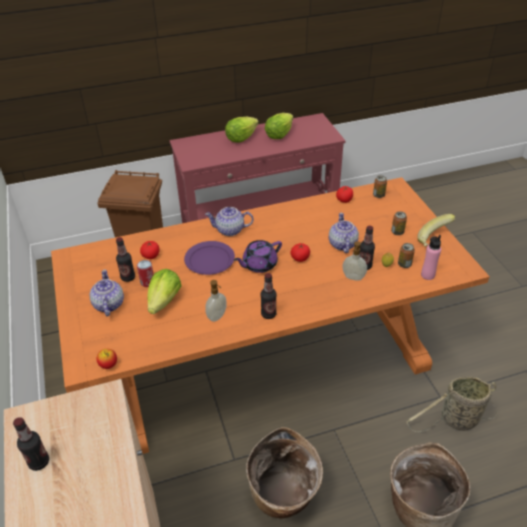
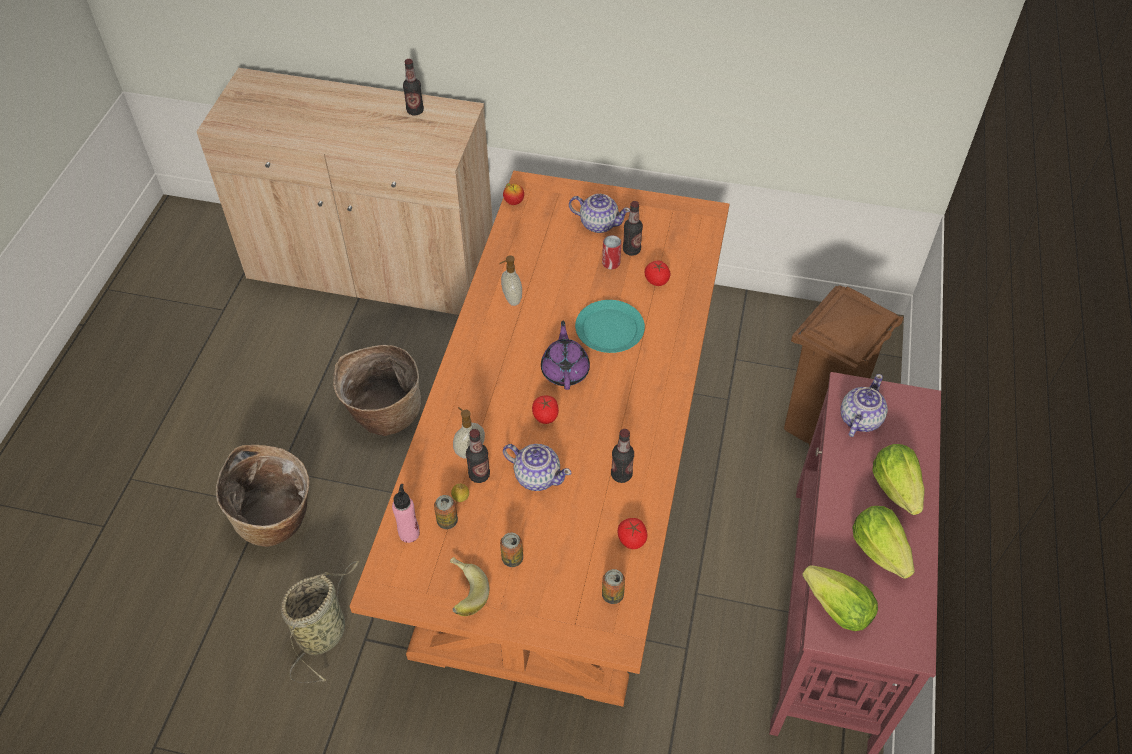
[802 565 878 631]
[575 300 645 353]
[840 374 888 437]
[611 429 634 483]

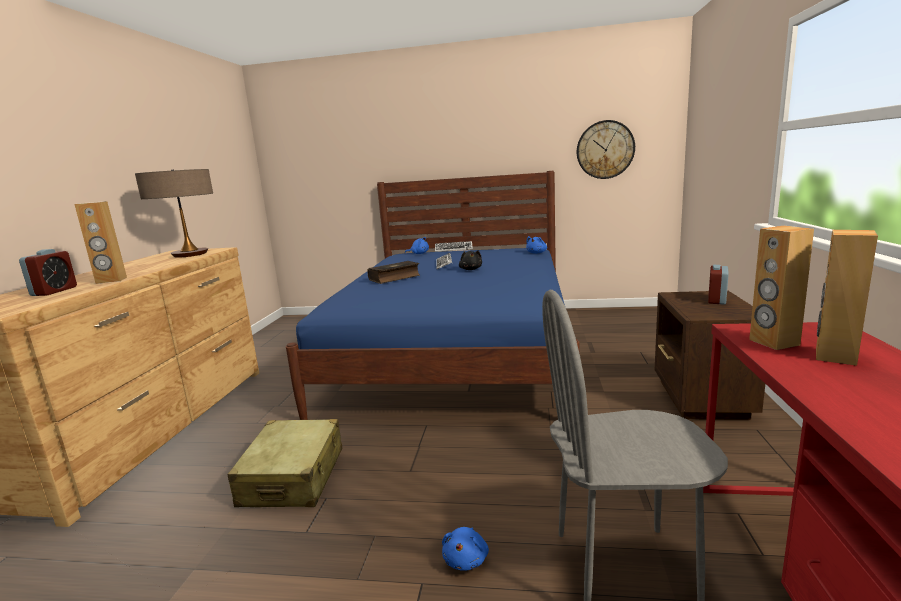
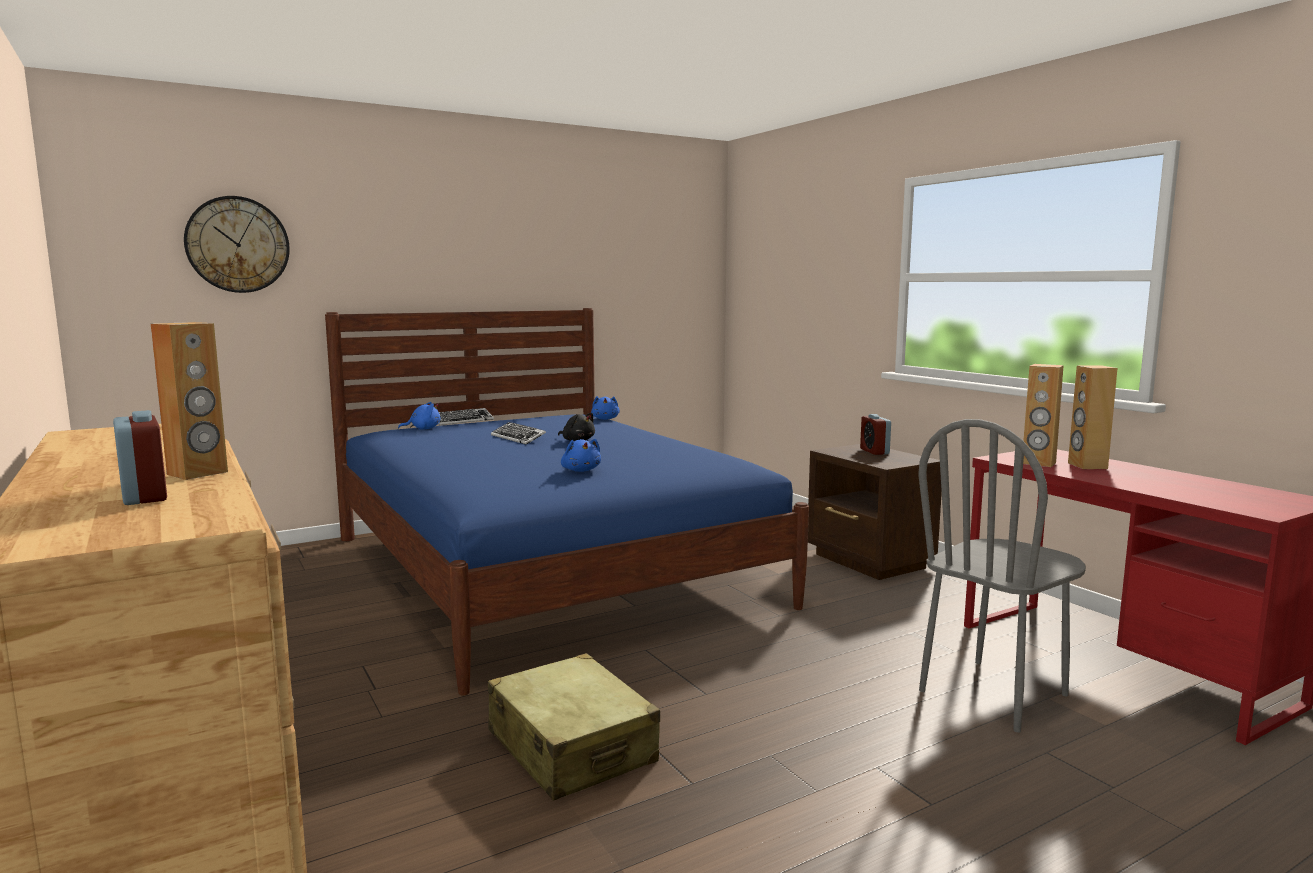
[135 169 213 258] (first image)
[367 261 420 284] (first image)
[561 439 601 472]
[184 196 290 293]

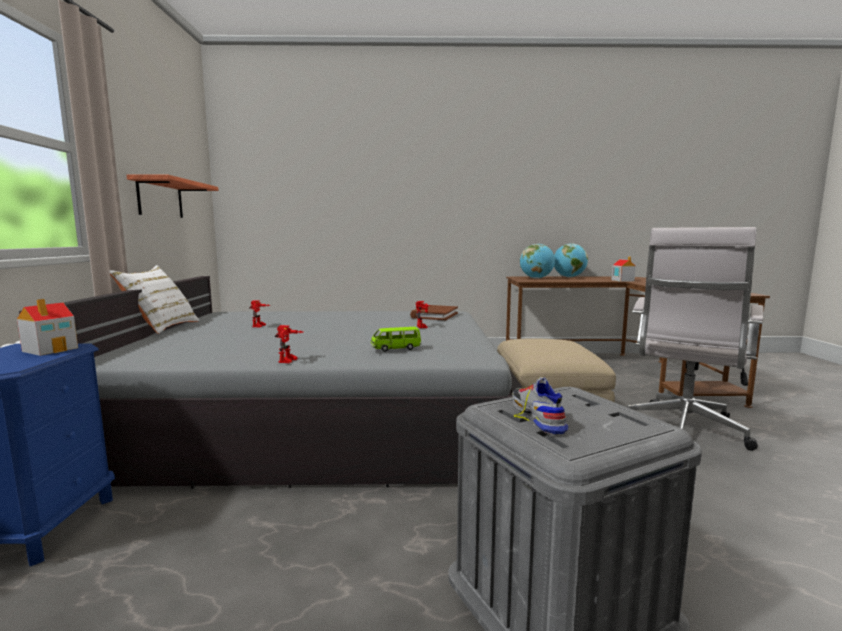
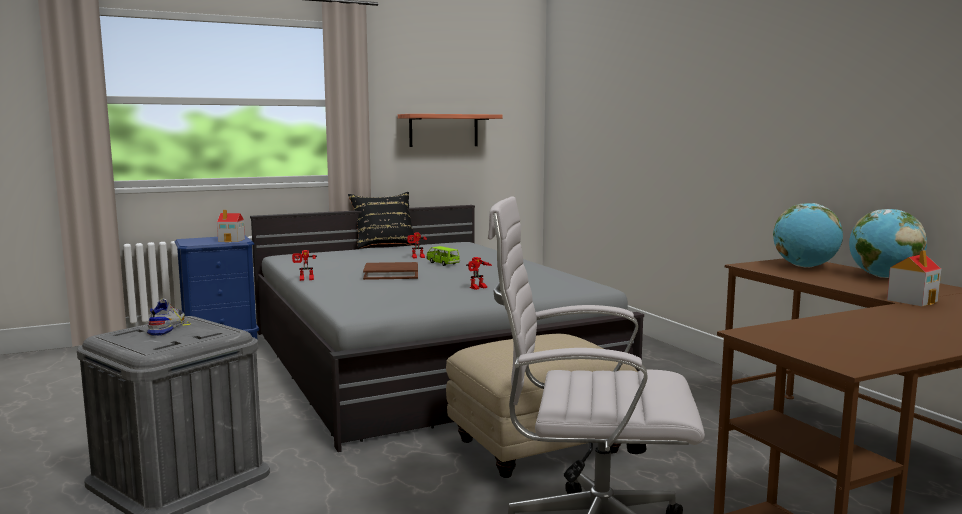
[348 192 418 248]
[426 246 460 266]
[363 262 418 280]
[147 298 191 336]

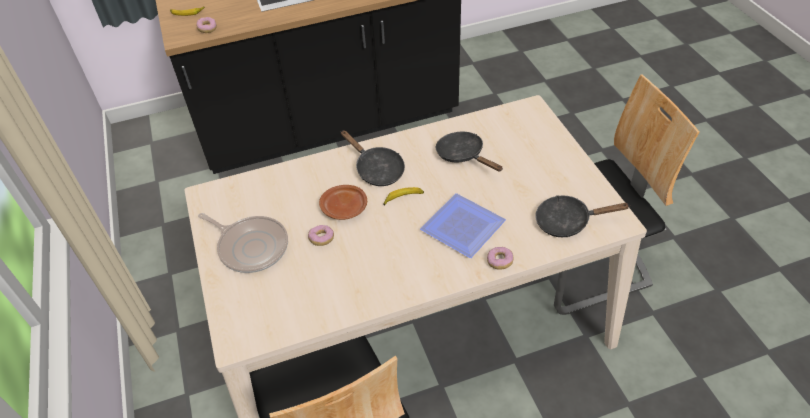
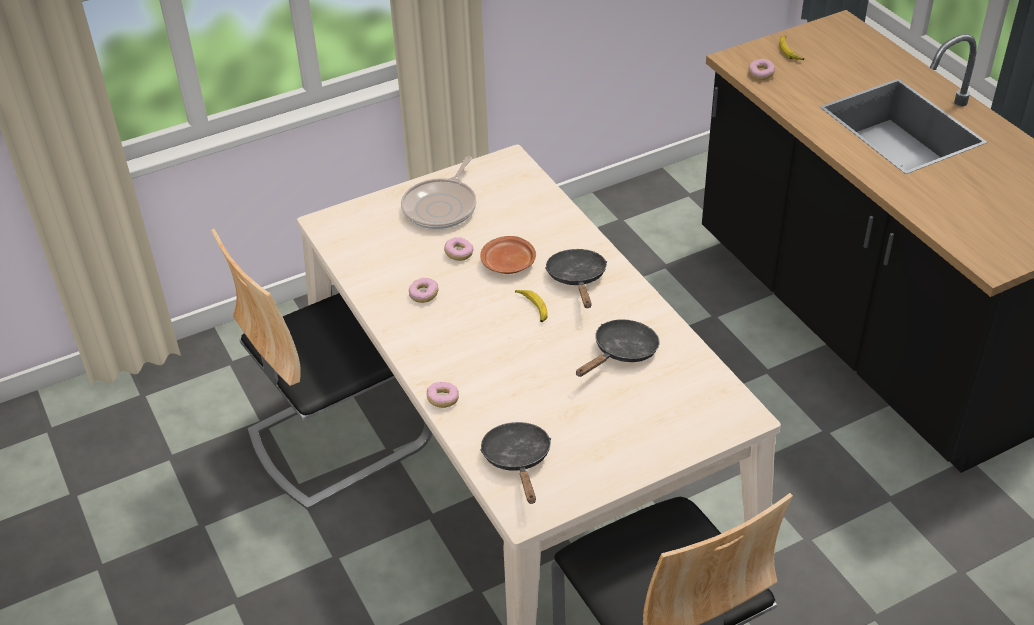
[545 249 607 308]
[420 193 506 258] (first image)
[409 278 438 303]

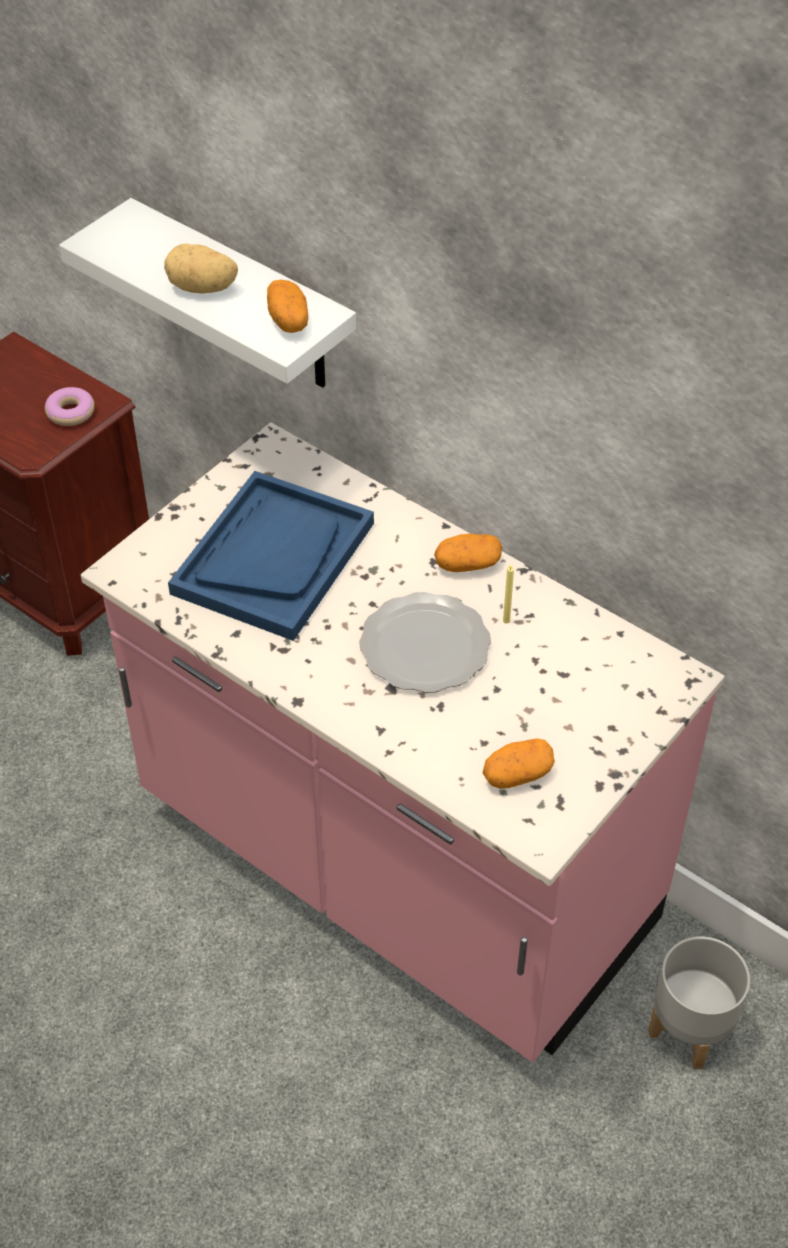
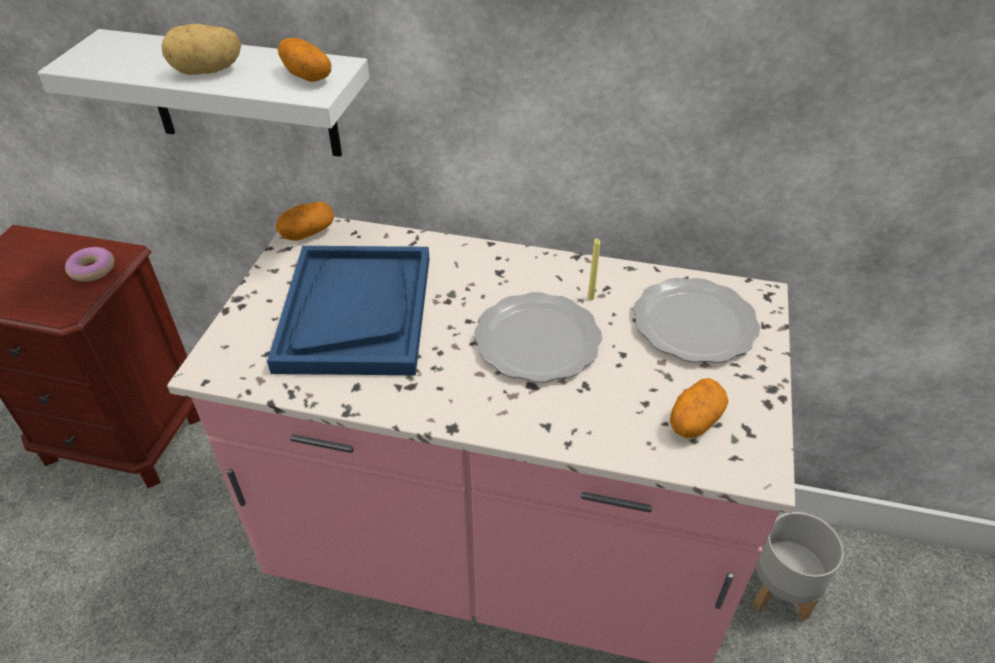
[276 202 334 241]
[633 278 760 363]

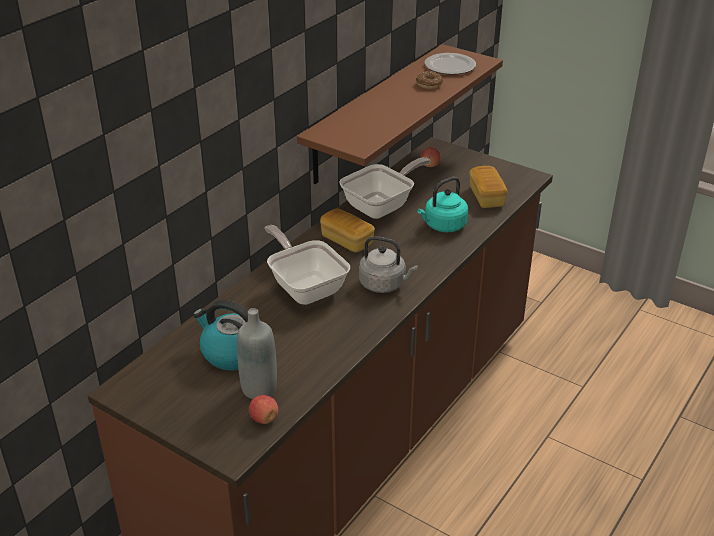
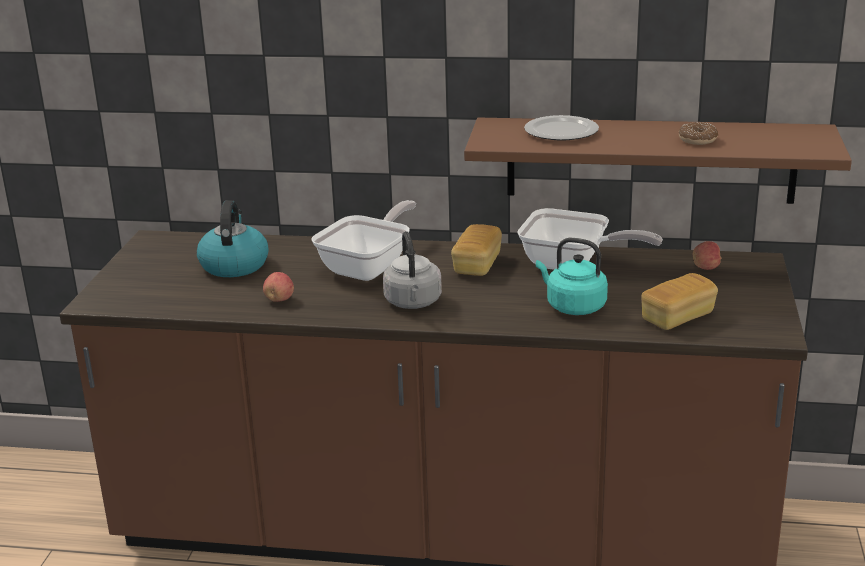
[237 308 277 399] (first image)
[263 272 294 302]
[524 115 599 141]

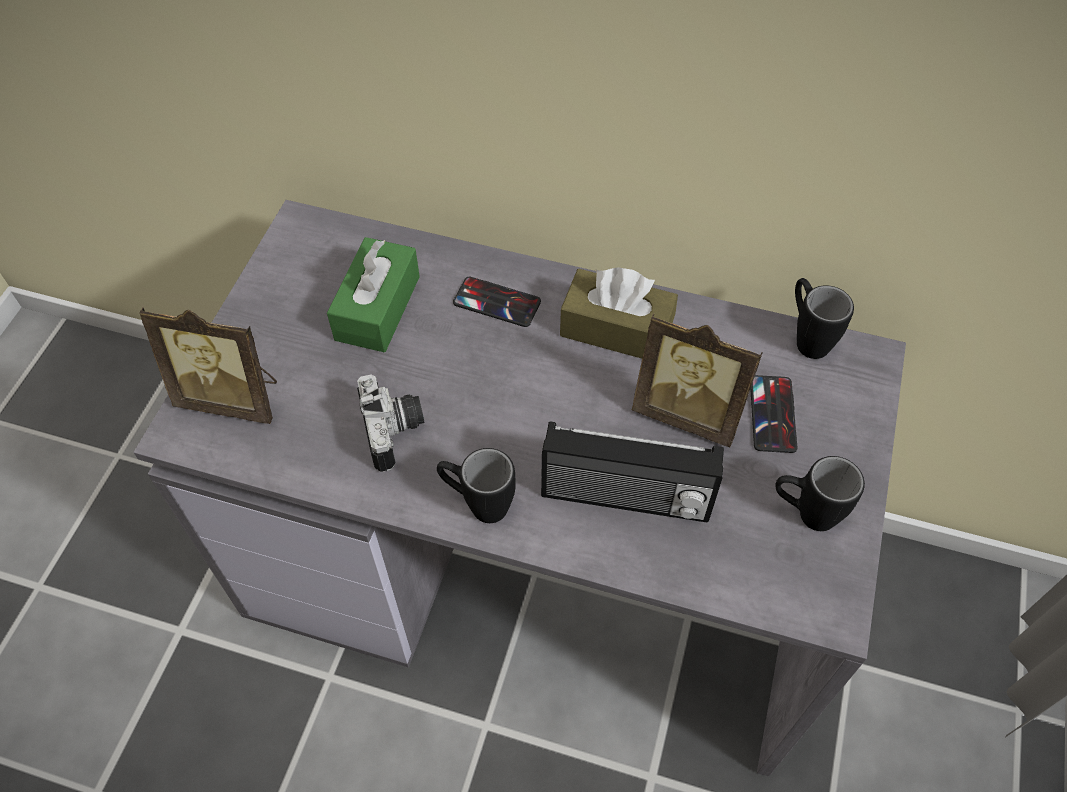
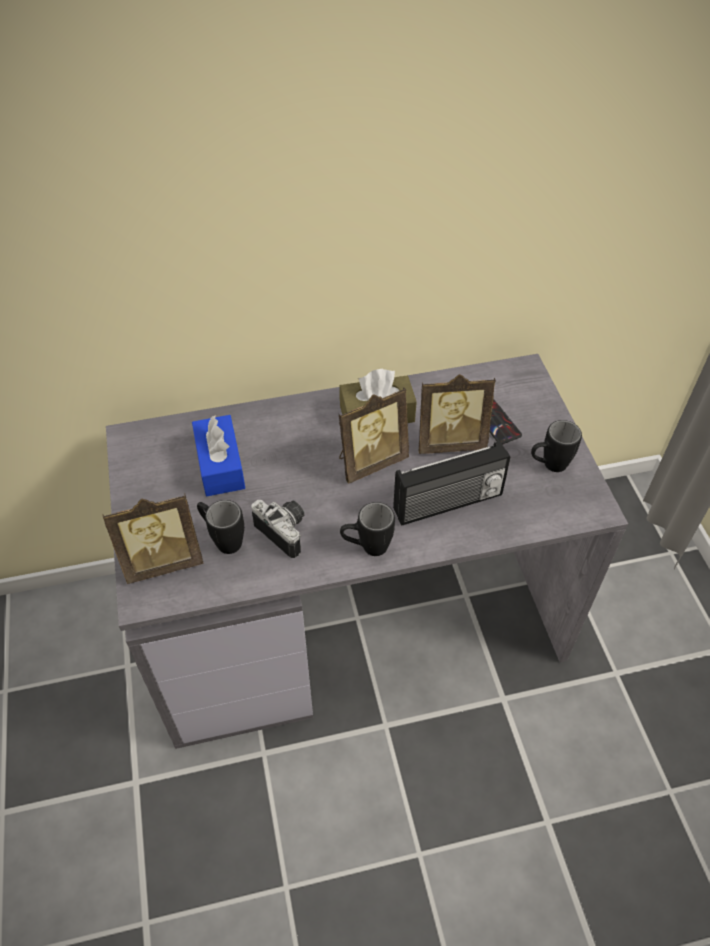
[192 415 245 496]
[453 277 541 327] (first image)
[197 500 244 554]
[339 387 409 484]

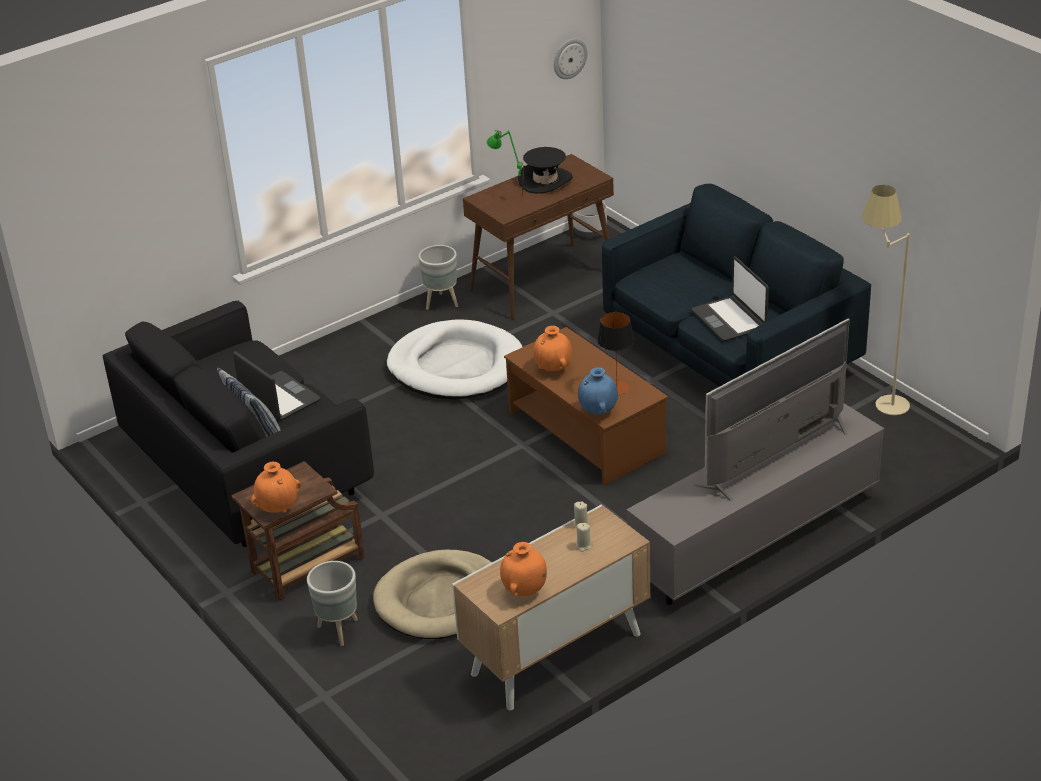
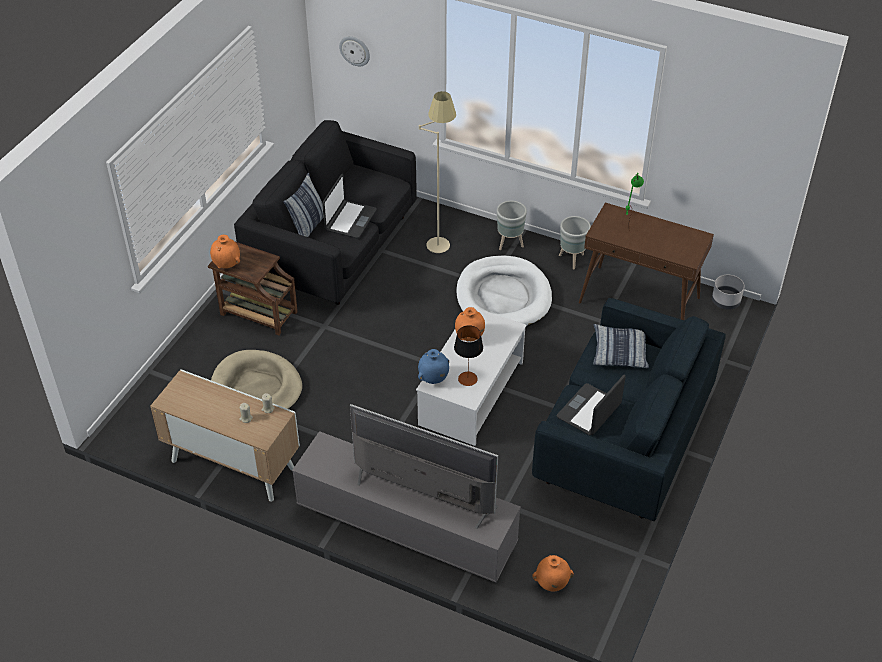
[497 201 527 250]
[532 555 574 591]
[416 306 527 446]
[518 147 573 194] (first image)
[339 36 370 66]
[419 91 456 253]
[593 324 649 368]

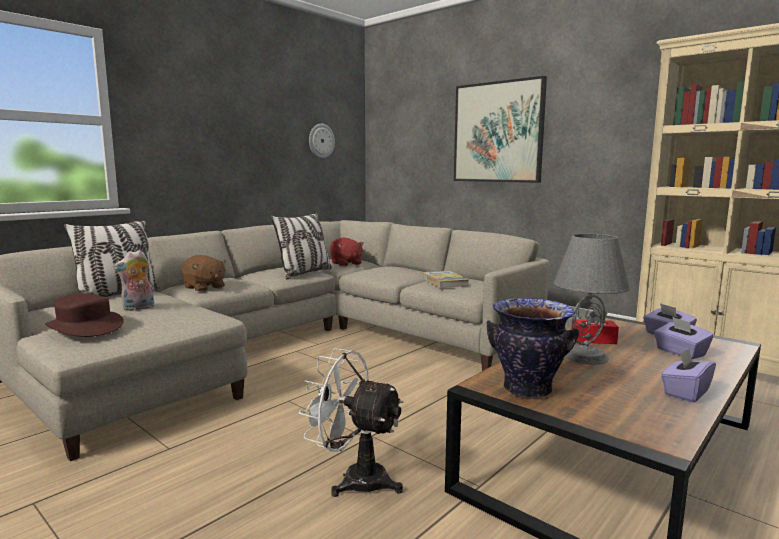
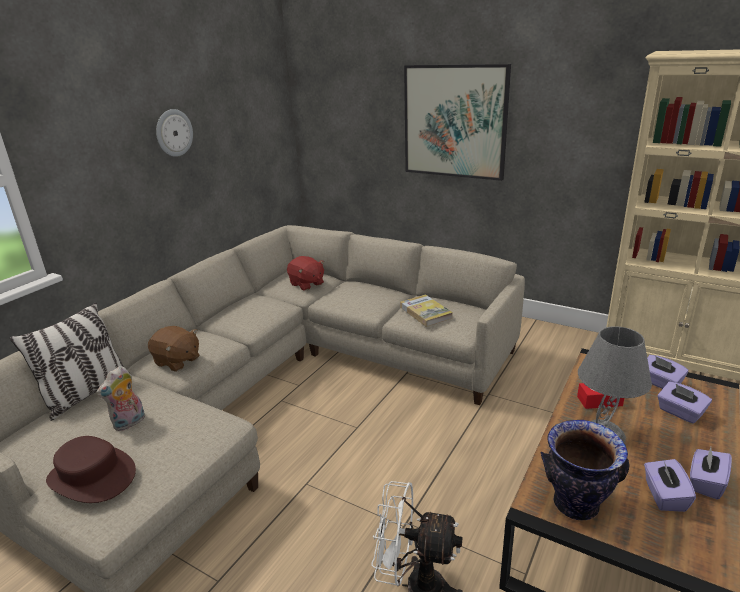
[271 213 332 279] (first image)
[156 109 193 157]
[644 459 696 512]

